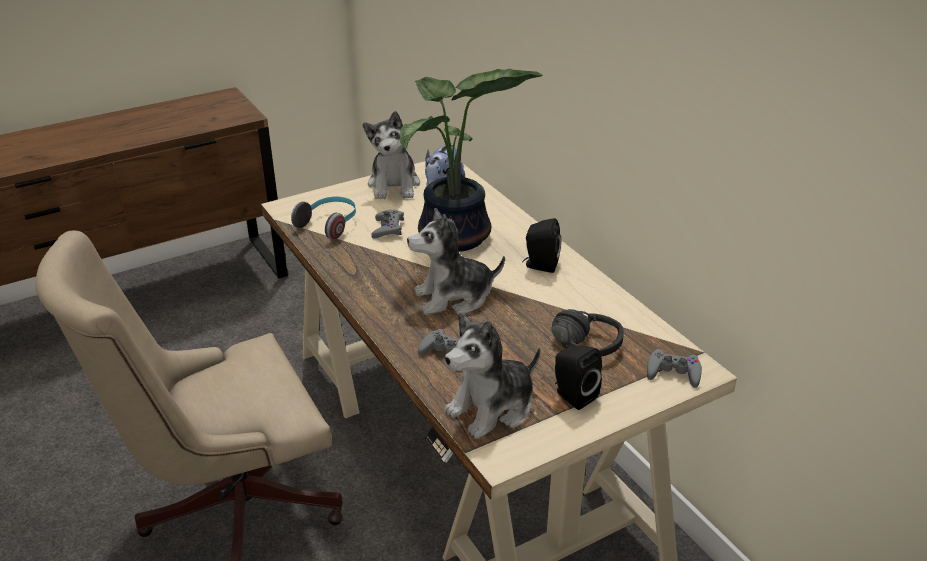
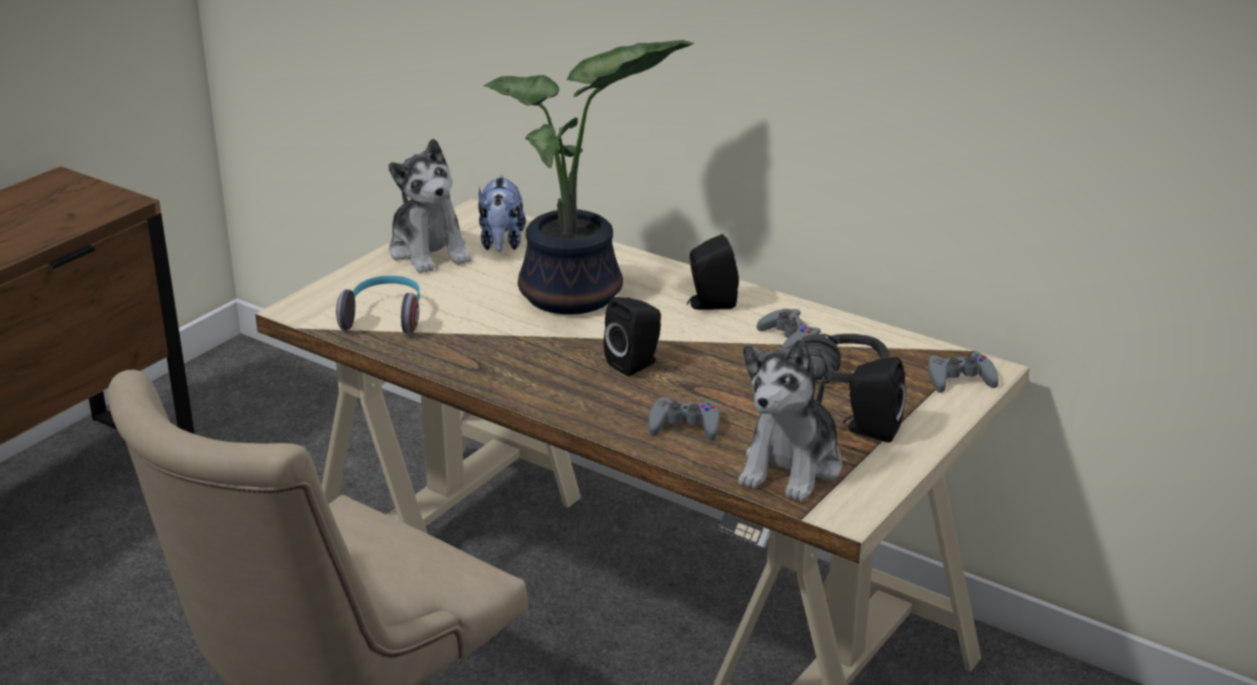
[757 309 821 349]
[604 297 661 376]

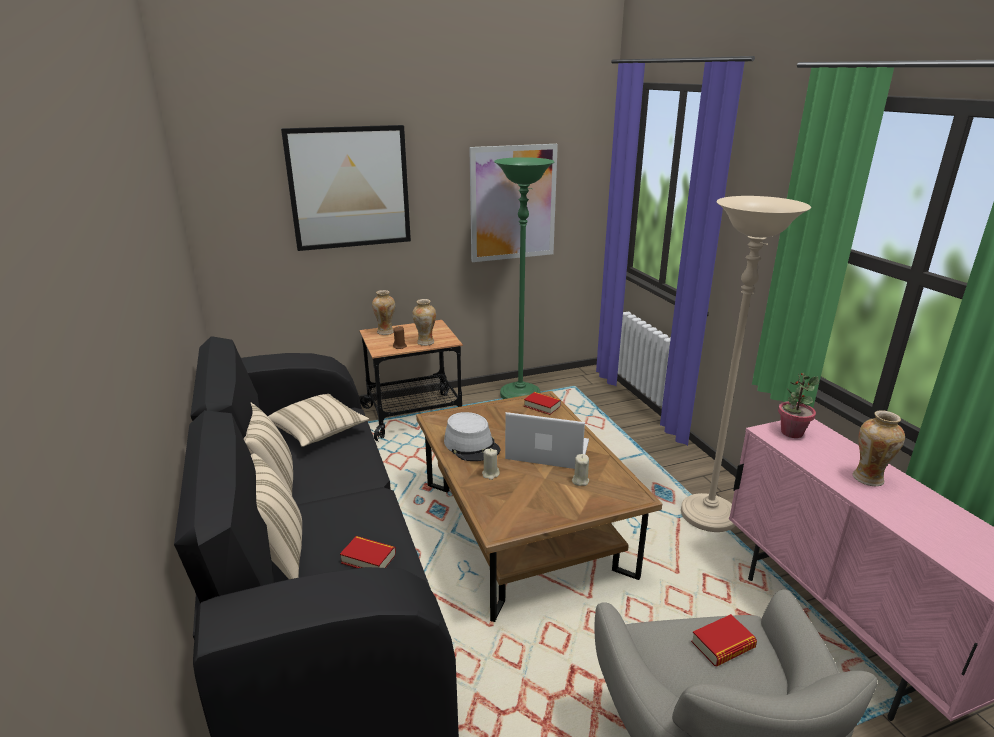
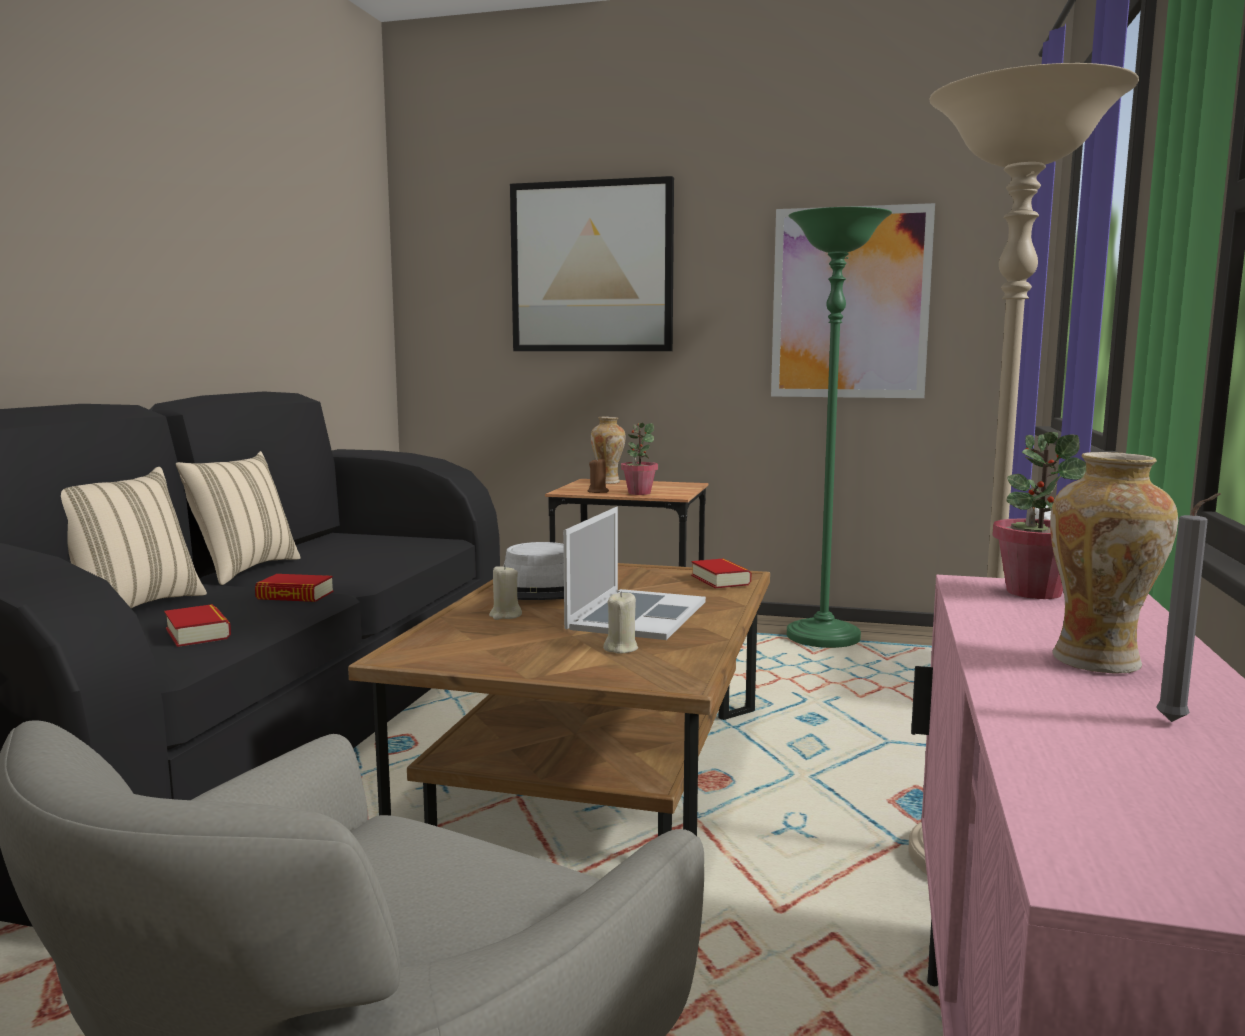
[268 394 369 447] (first image)
[621 423 658 495]
[563 507 706 640]
[255 574 333 602]
[1156 493 1221 722]

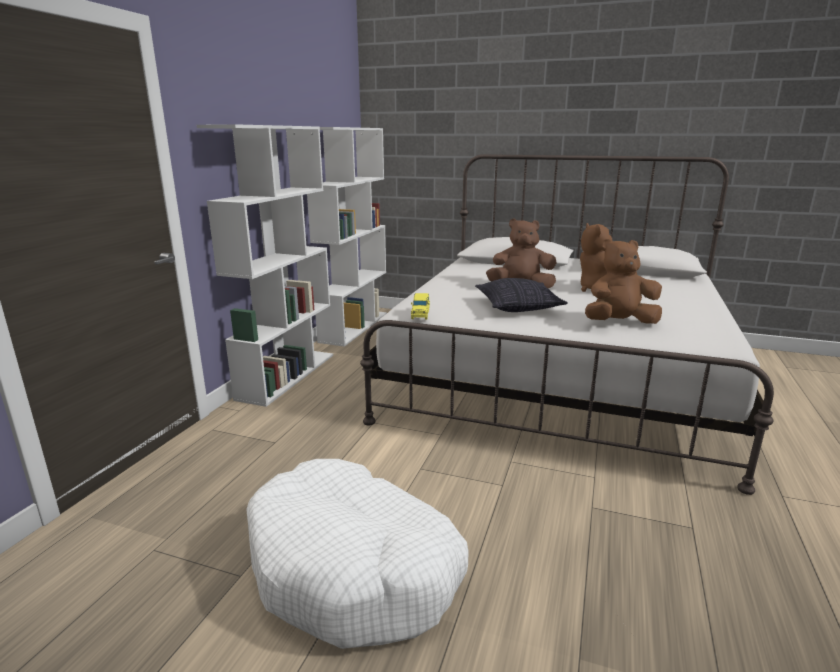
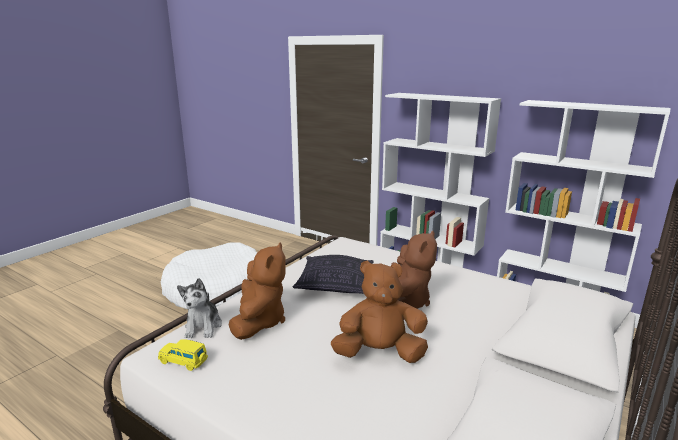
[158 339 208 371]
[177 278 222 338]

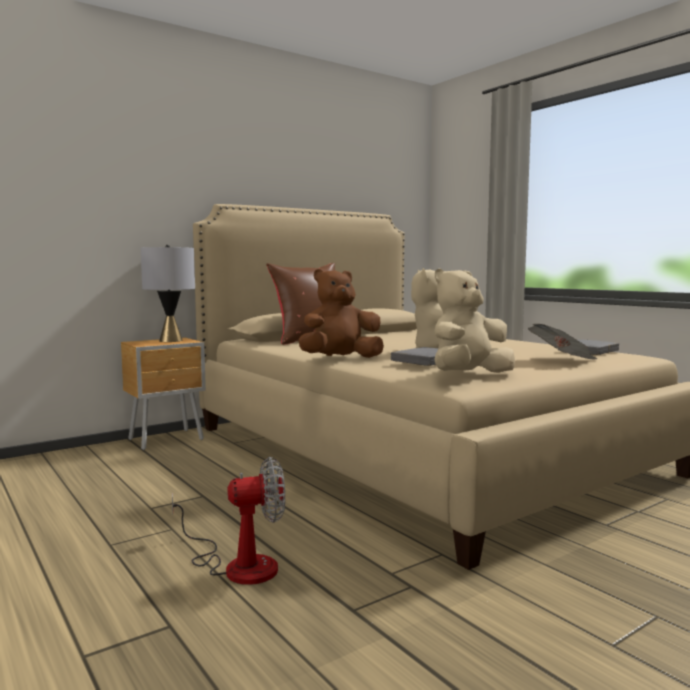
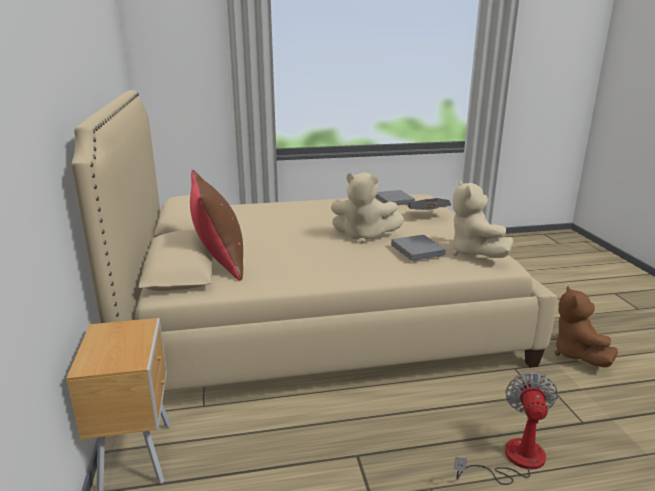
[141 245 195 342] (first image)
[555 286 618 367]

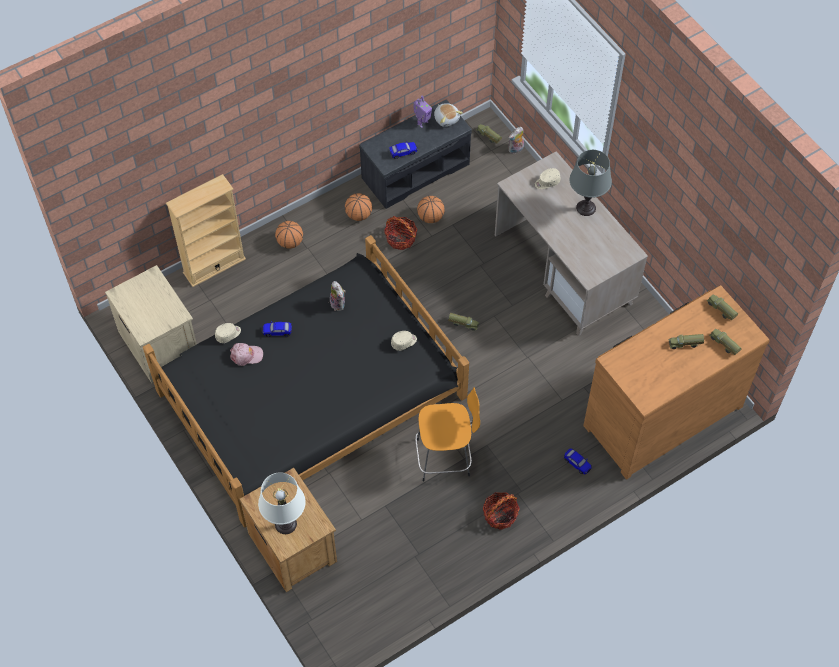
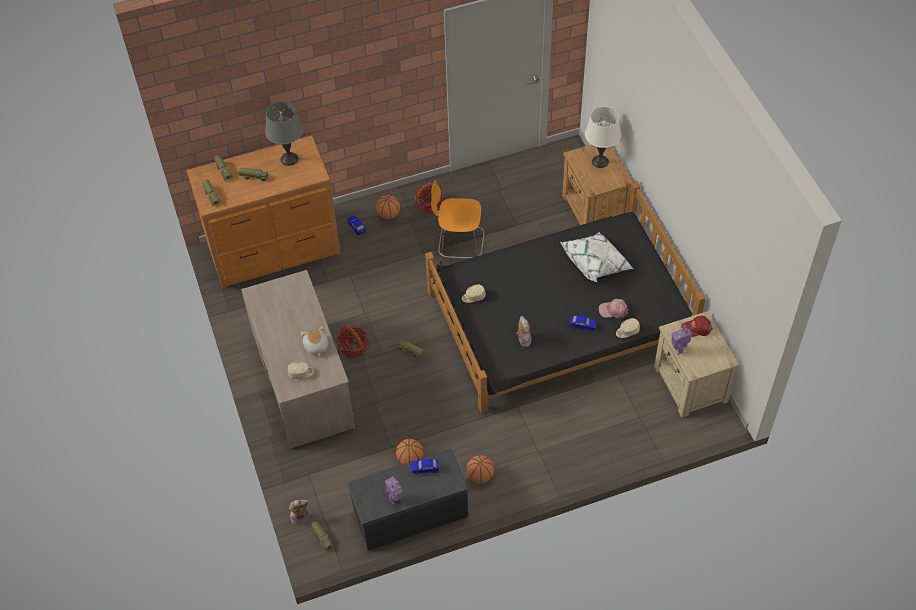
[166 174 246 287] (first image)
[376 195 400 219]
[337 325 368 358]
[300 326 328 356]
[265 102 303 166]
[560 232 634 282]
[672 325 692 355]
[681 316 713 337]

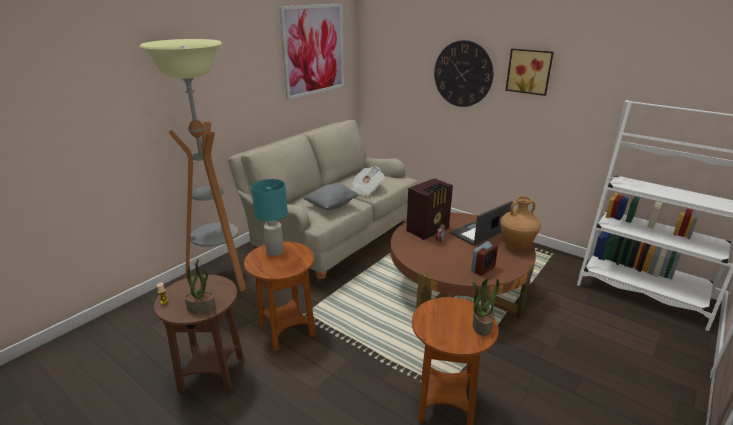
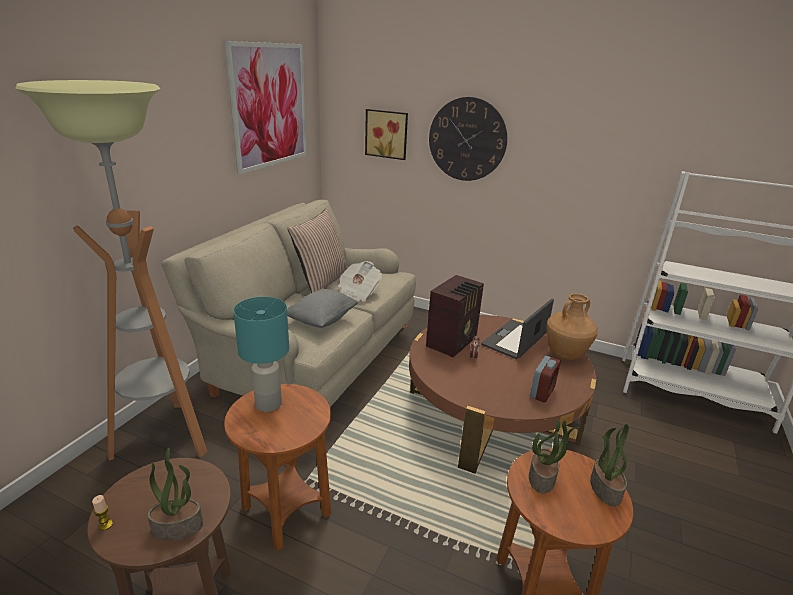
[365 109 408 160]
[287 208 348 293]
[529 419 579 493]

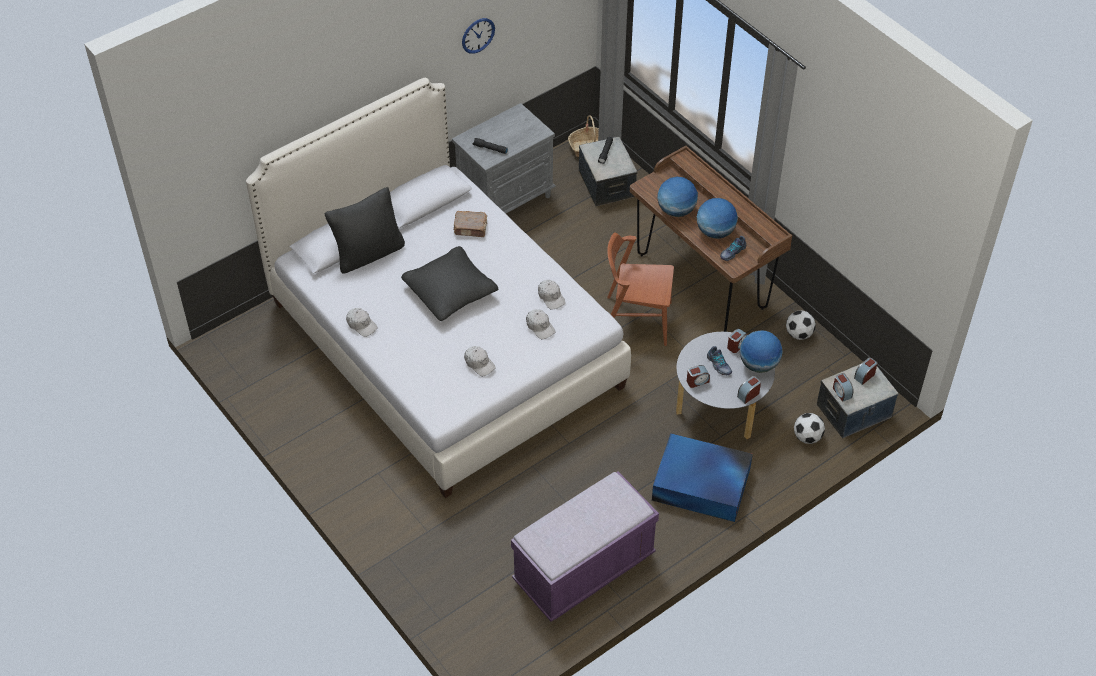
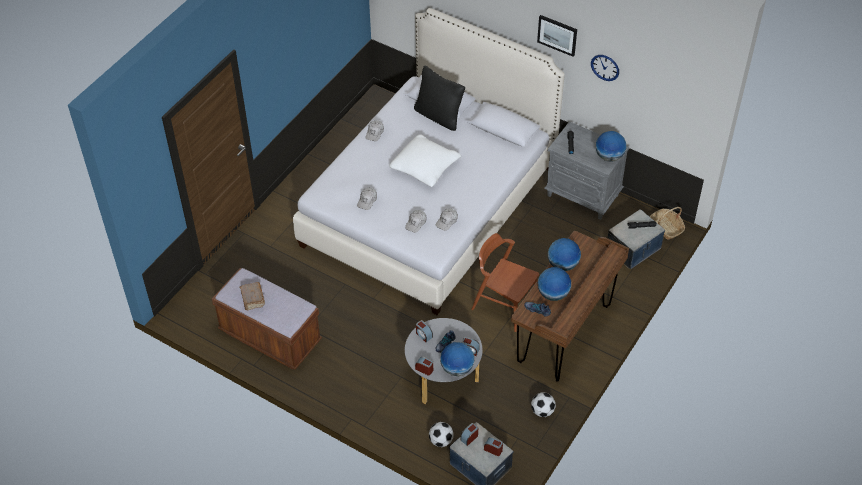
[389 134 461 187]
[240 282 265 310]
[212 268 322 370]
[471 233 539 332]
[652 433 753 522] (first image)
[537 15 577 57]
[596 131 626 161]

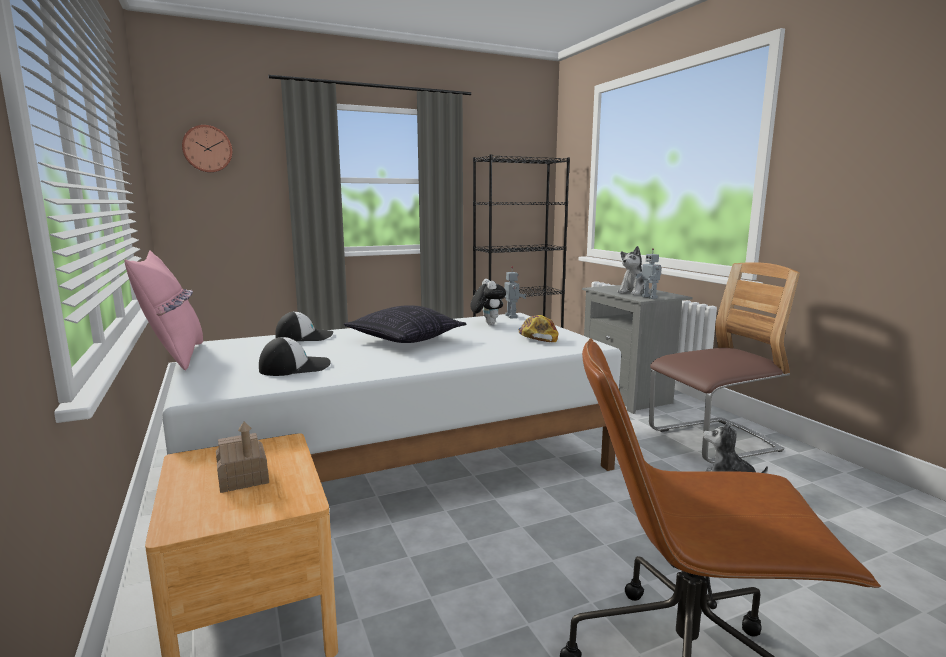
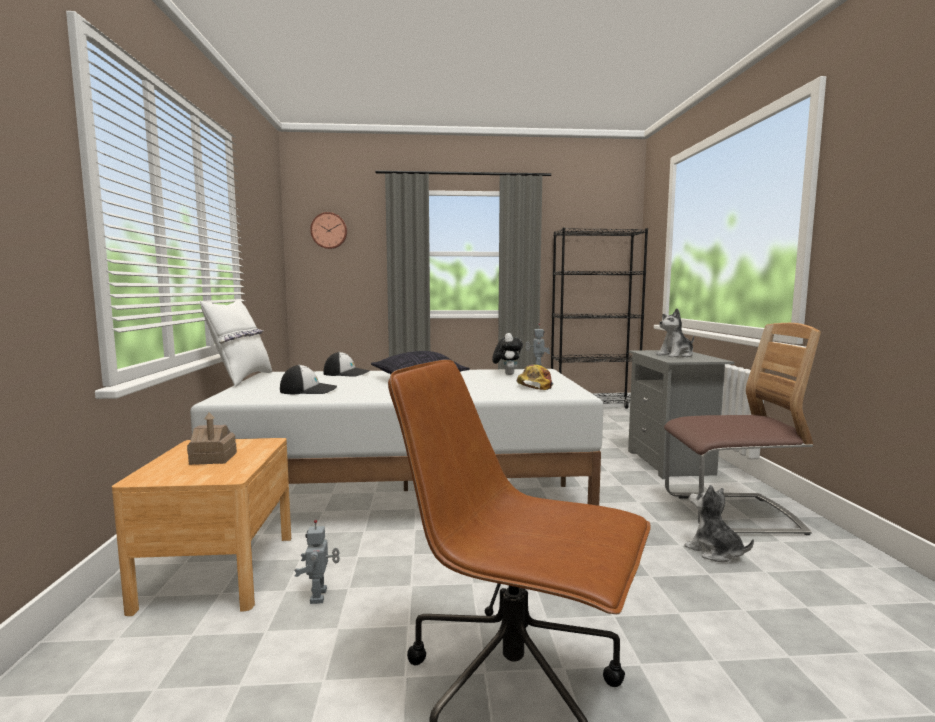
[200 299 272 387]
[294 520 340 604]

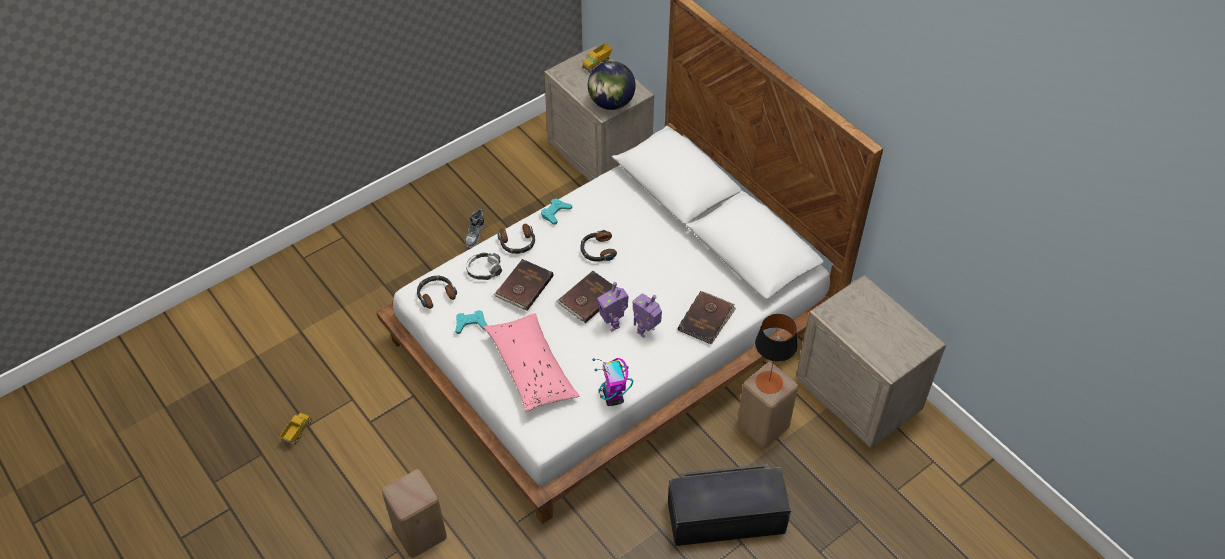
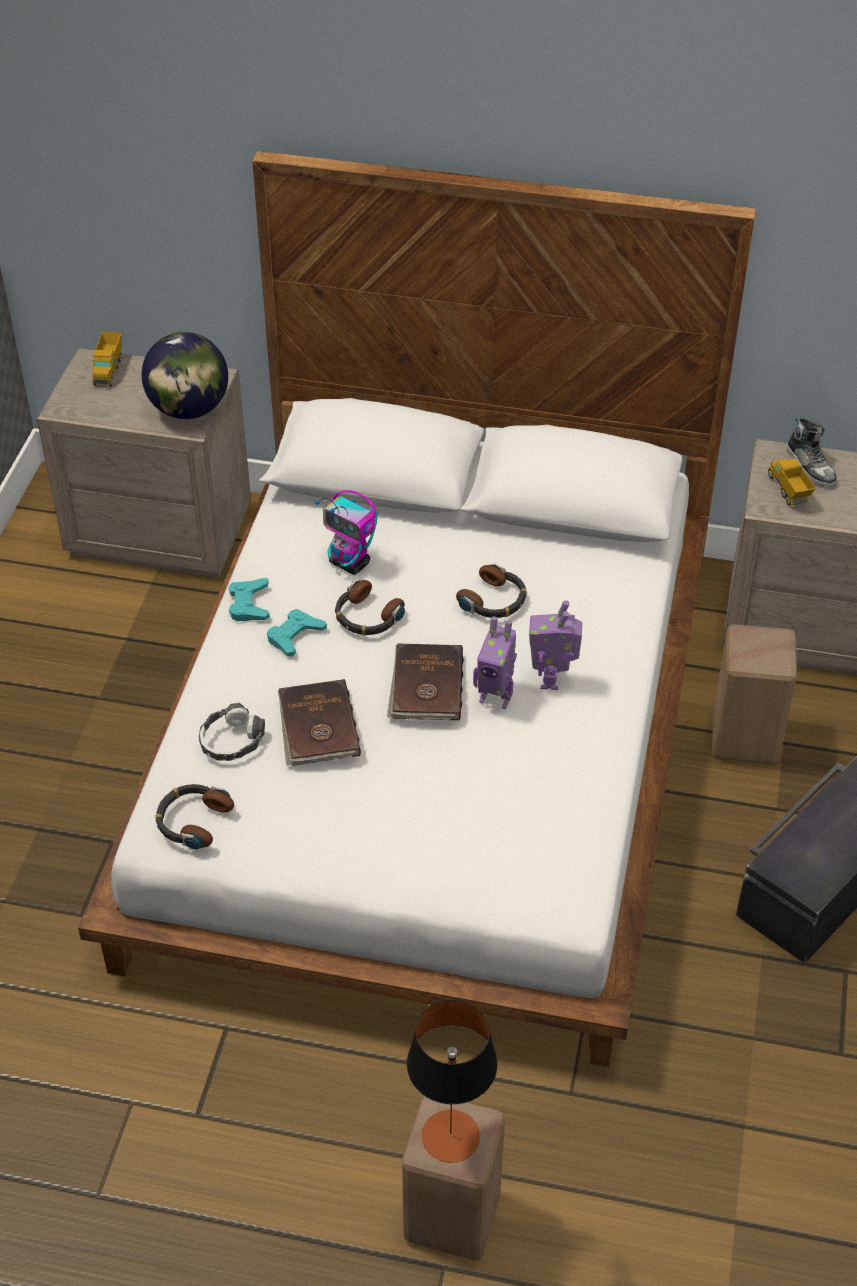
[768 458 816 506]
[267 609 327 657]
[786 417 837 488]
[483 313 579 412] (first image)
[456 564 526 618]
[315 490 378 575]
[678 291 736 345] (first image)
[407 999 497 1163]

